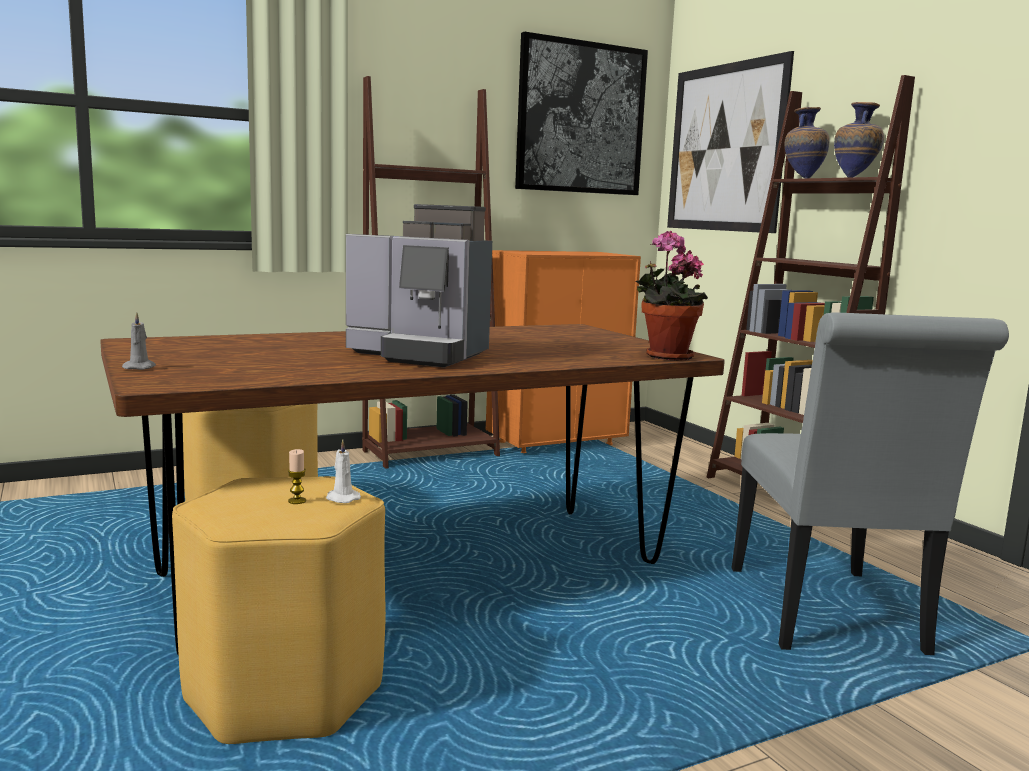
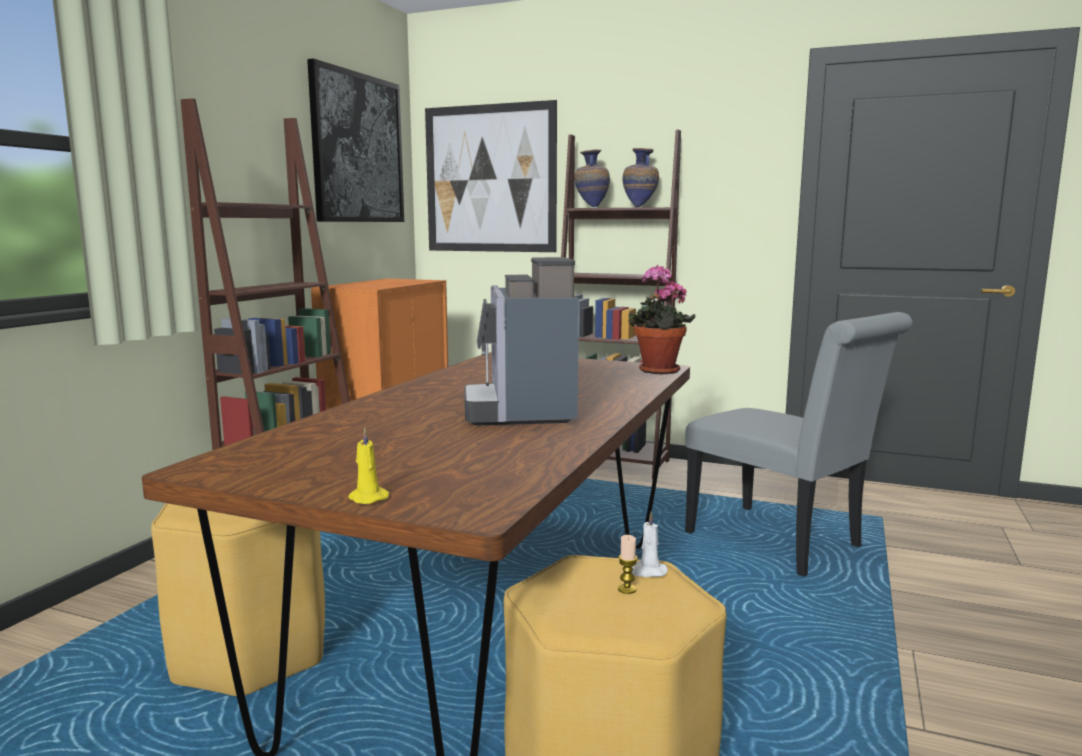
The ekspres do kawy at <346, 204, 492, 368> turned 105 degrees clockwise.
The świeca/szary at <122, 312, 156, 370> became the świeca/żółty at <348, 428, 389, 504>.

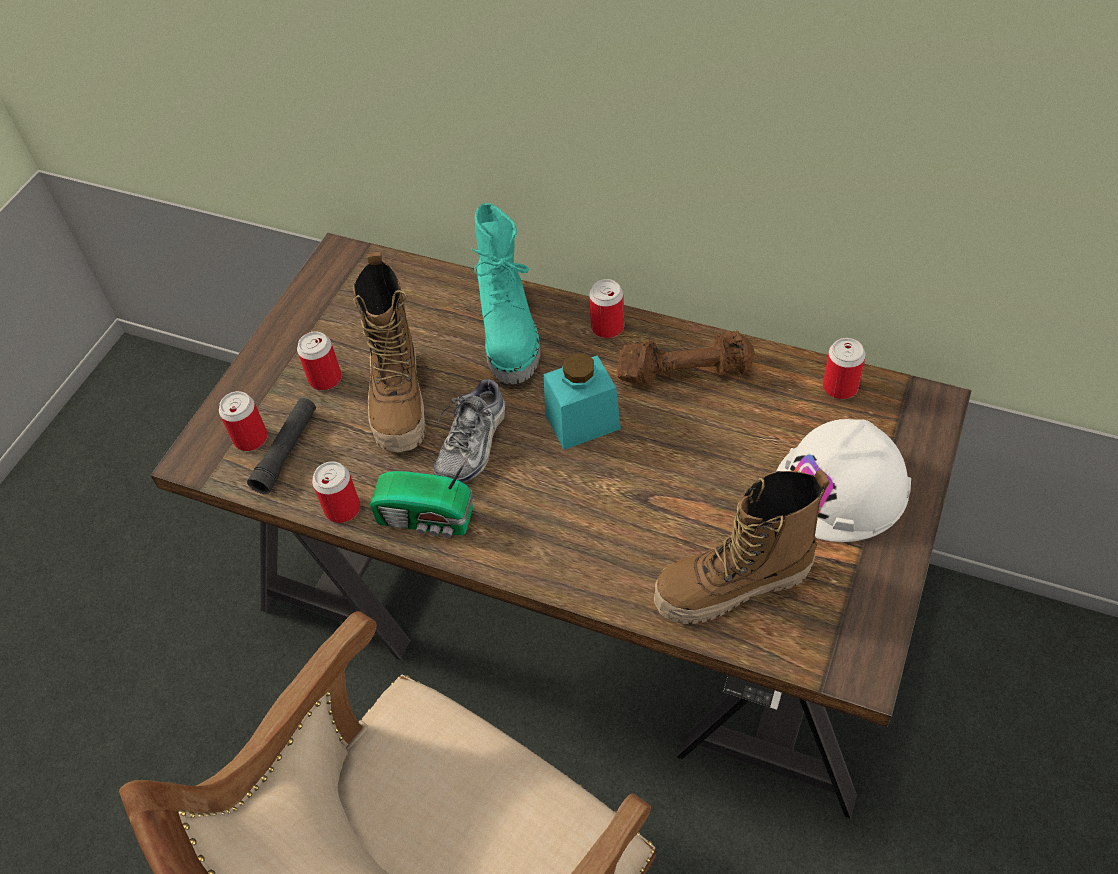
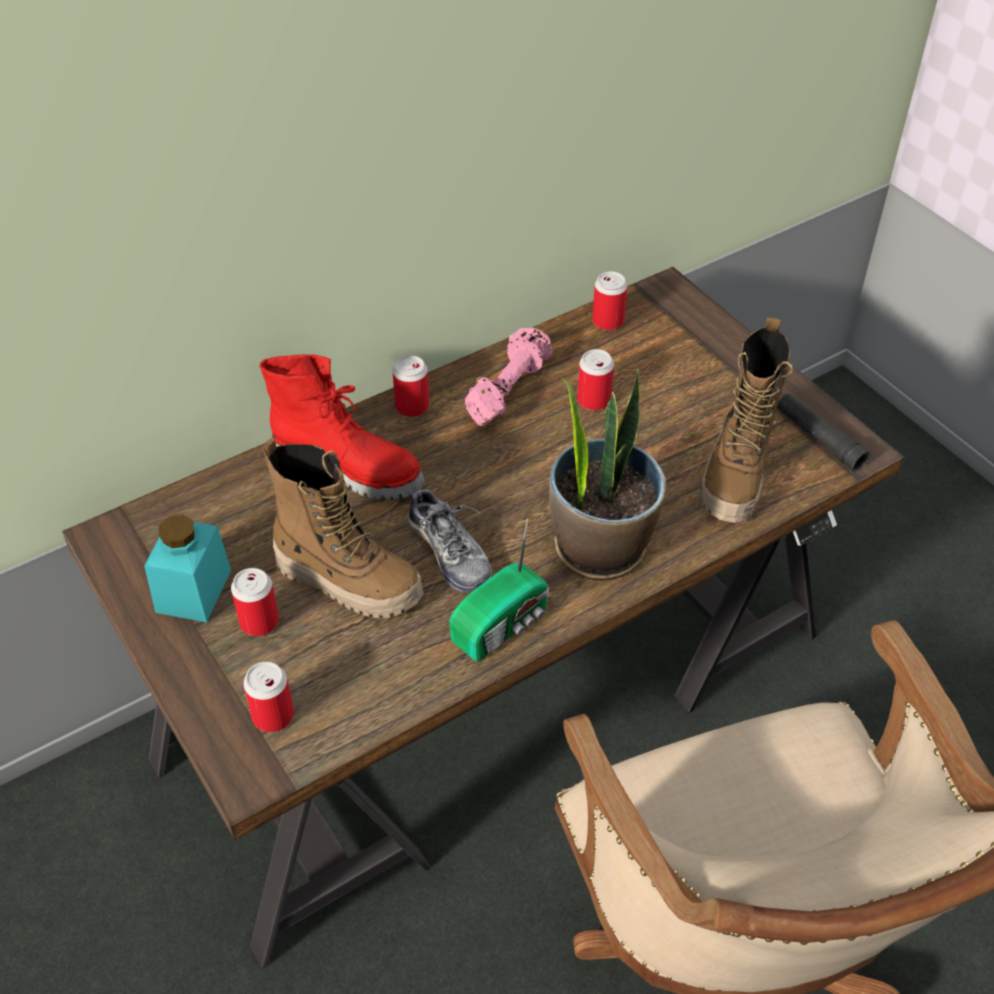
The but z cholewką/turkusowy at <471, 203, 540, 384> became the but z cholewką/czerwony at <259, 354, 424, 500>.
The hantel/brązowy at <617, 331, 755, 383> became the hantel/różowy at <465, 328, 552, 426>.
The słoik/turkusowy moved from <544, 353, 621, 450> to <144, 515, 231, 622>.
The latarka/czarny moved from <247, 398, 316, 494> to <777, 394, 870, 472>.
The kask/biały at <777, 419, 911, 542> disappeared.
The puszka moved from <312, 461, 360, 523> to <577, 349, 614, 411>.
The roślina doniczkowa at <549, 369, 666, 581> appeared.

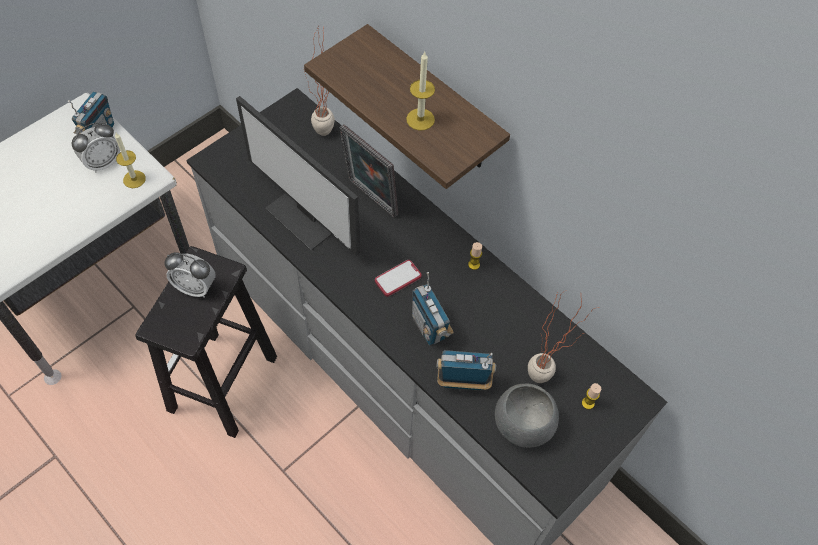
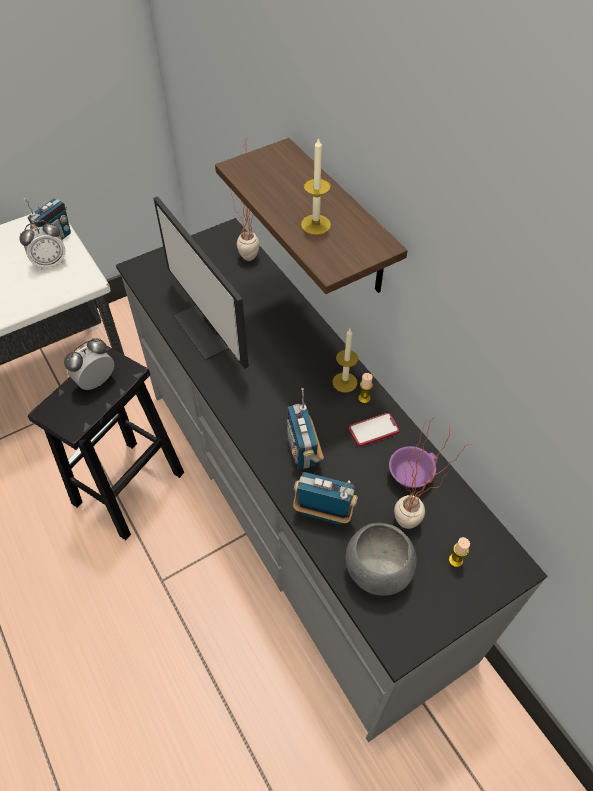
The ramka na zdjęcie at <340, 124, 398, 218> disappeared.
The świeca moved from <115, 133, 146, 188> to <333, 329, 358, 392>.
The budzik at <164, 252, 216, 298> turned 105 degrees clockwise.
The telefon moved from <375, 260, 421, 297> to <349, 413, 399, 447>.
The filiżanka/fioletowy at <389, 446, 438, 488> appeared.

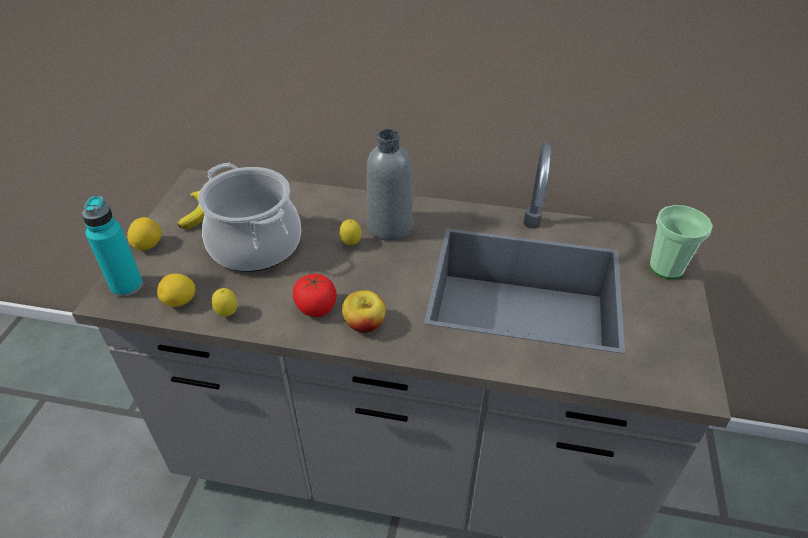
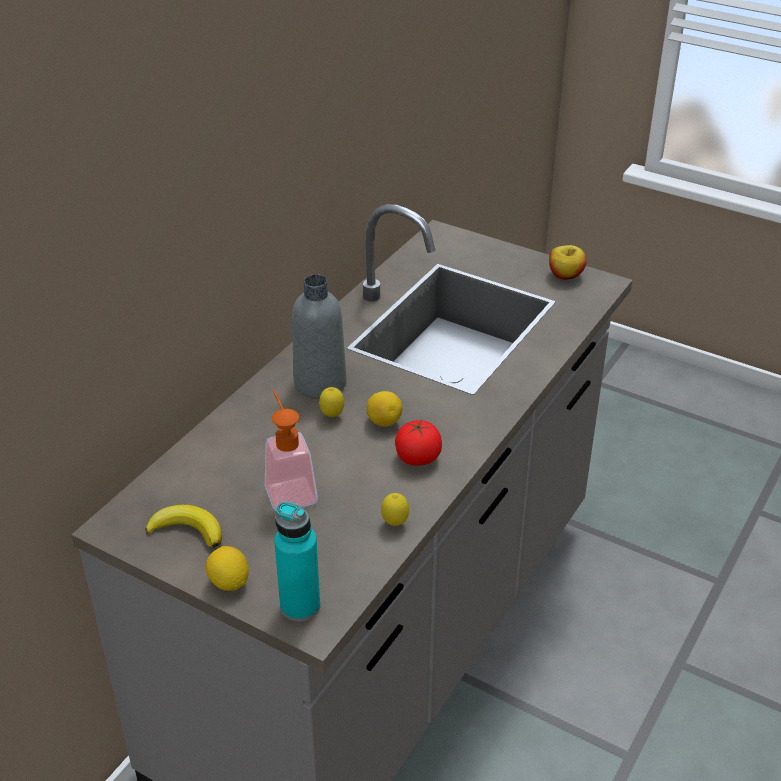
The garnek at <198, 163, 301, 272> was replaced by the dozownik mydła at <265, 391, 318, 511>.
The filiżanka at <649, 205, 713, 279> disappeared.
The cytryna moved from <157, 273, 195, 307> to <366, 391, 402, 427>.
The jabłko moved from <342, 290, 386, 333> to <549, 245, 587, 280>.

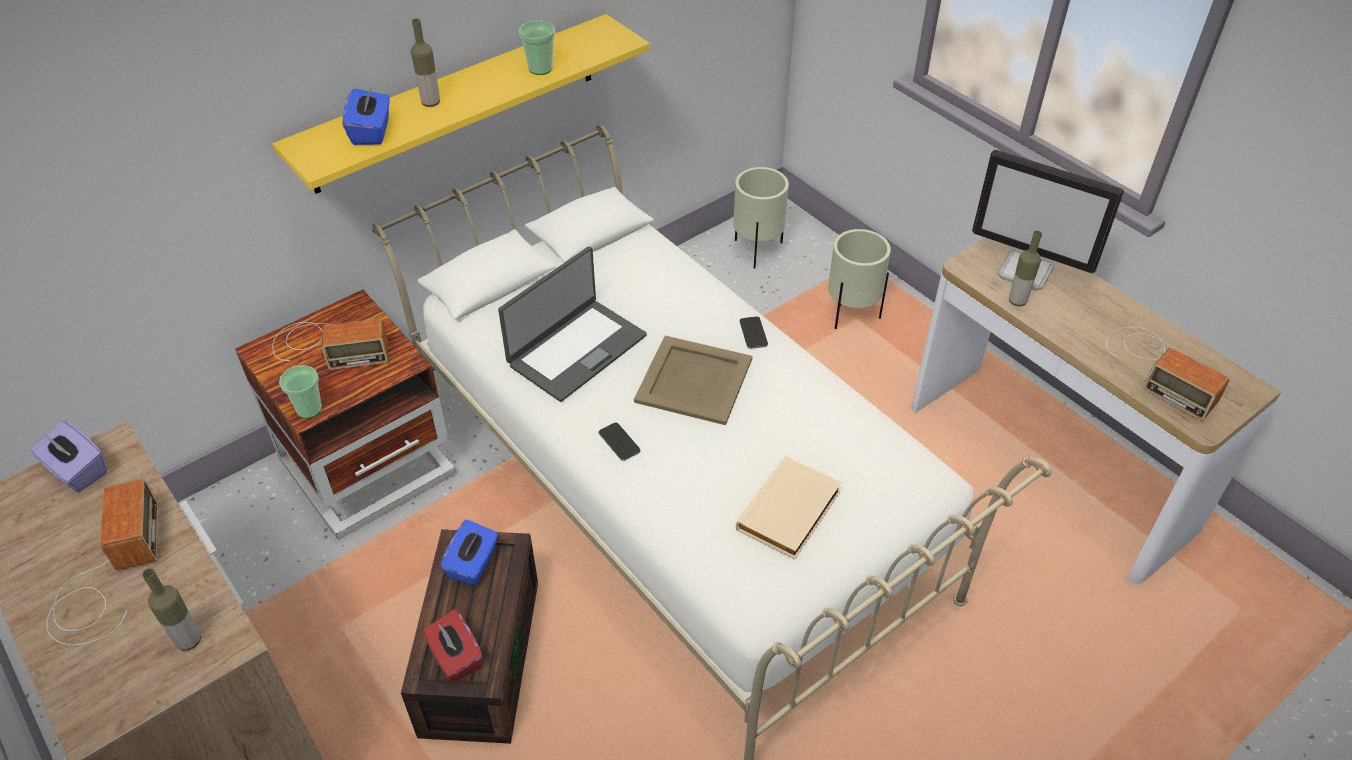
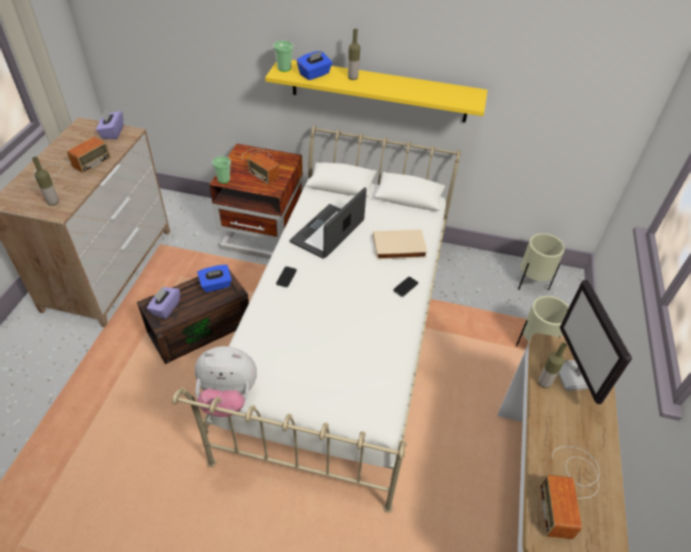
The filiżanka moved from <519, 21, 555, 75> to <273, 41, 294, 72>.
The laptop at <498, 246, 647, 402> turned 120 degrees clockwise.
The taca/beżowy at <634, 336, 752, 425> disappeared.
The książka/beżowy moved from <736, 456, 842, 560> to <373, 229, 428, 260>.
The pudełko chusteczek/czerwony at <423, 609, 483, 682> became the pudełko chusteczek/fioletowy at <147, 286, 180, 319>.
The pluszak at <195, 346, 257, 417> appeared.

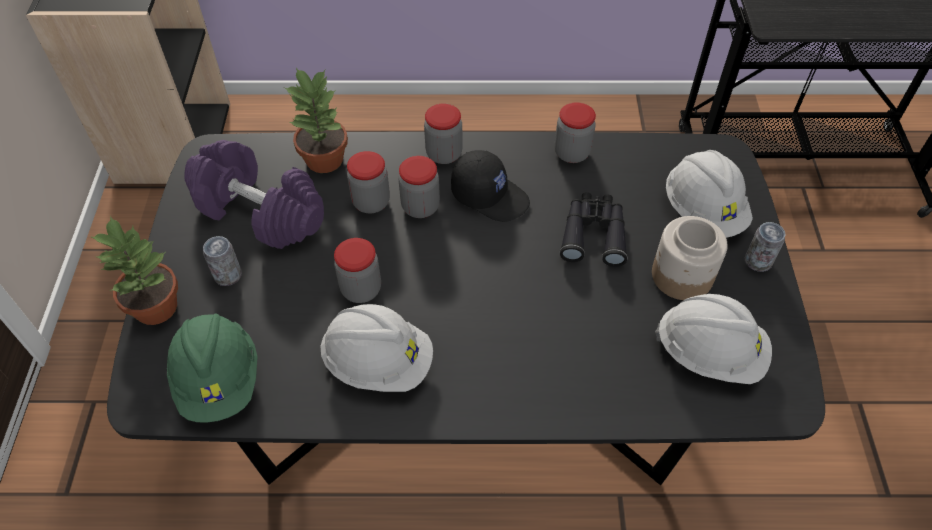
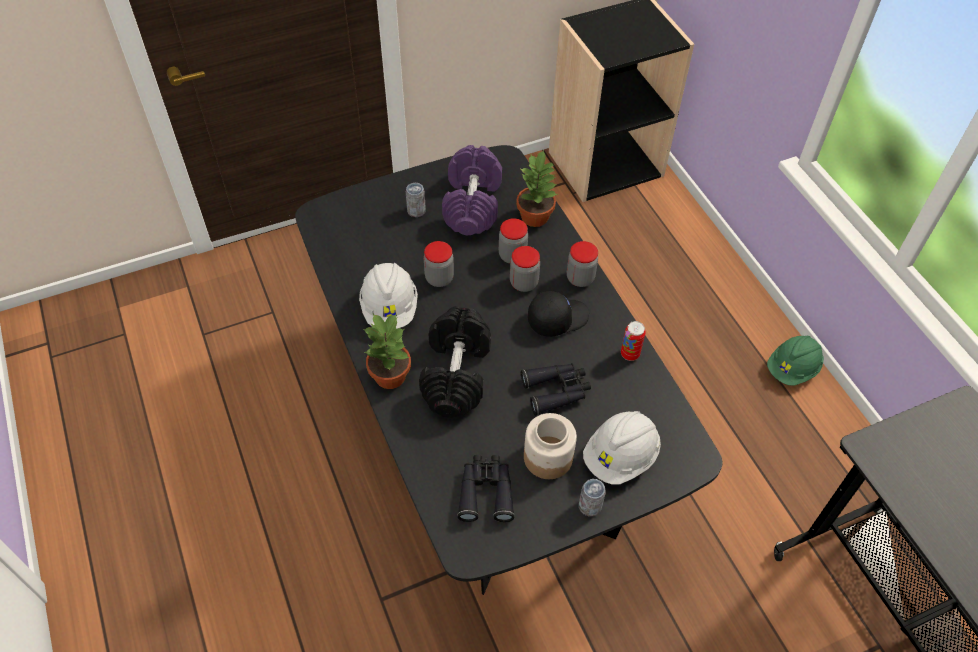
The słoik at <555, 102, 596, 163> was replaced by the puszka at <621, 321, 646, 361>.
The czapka z daszkiem/czarny at <451, 150, 530, 222> turned 120 degrees counterclockwise.
The roślina doniczkowa moved from <90, 216, 178, 325> to <363, 313, 411, 389>.
The kask/biały at <655, 294, 772, 384> was replaced by the lornetka/czarny at <457, 455, 515, 522>.
The kask/zielony moved from <167, 313, 258, 423> to <767, 336, 824, 386>.
The hantel/czarny at <419, 306, 491, 418> appeared.

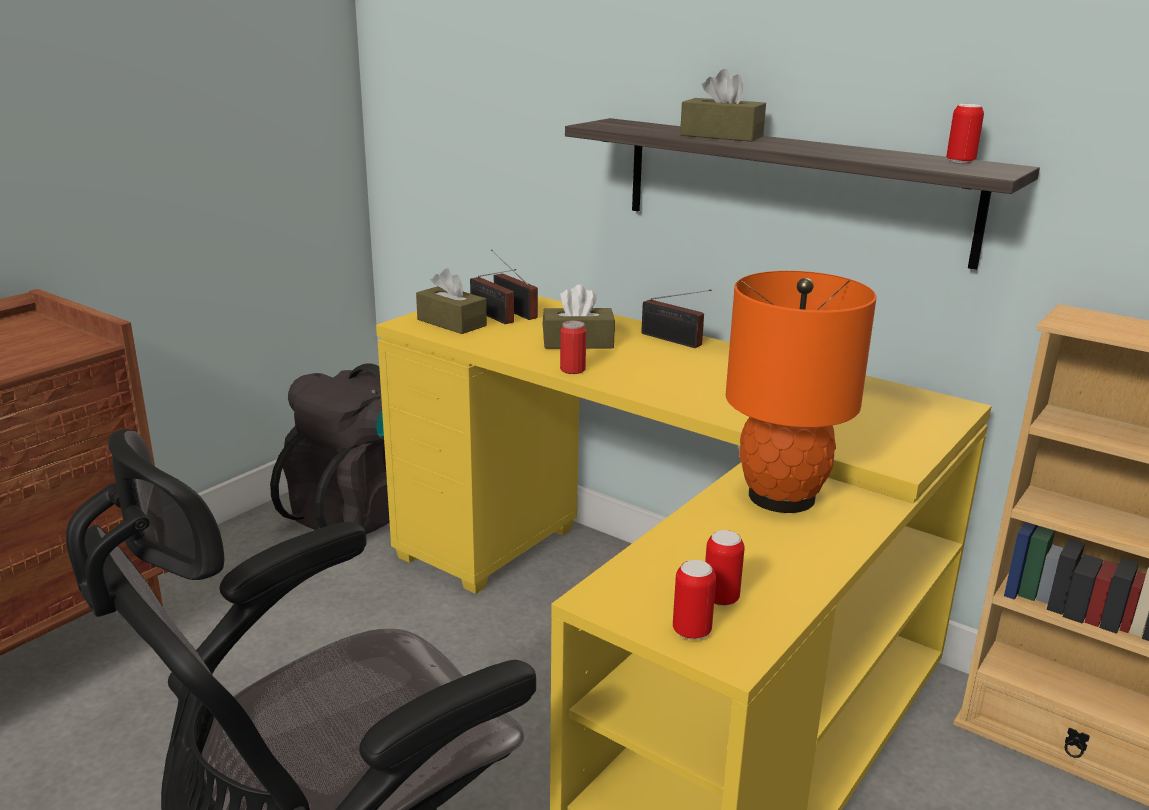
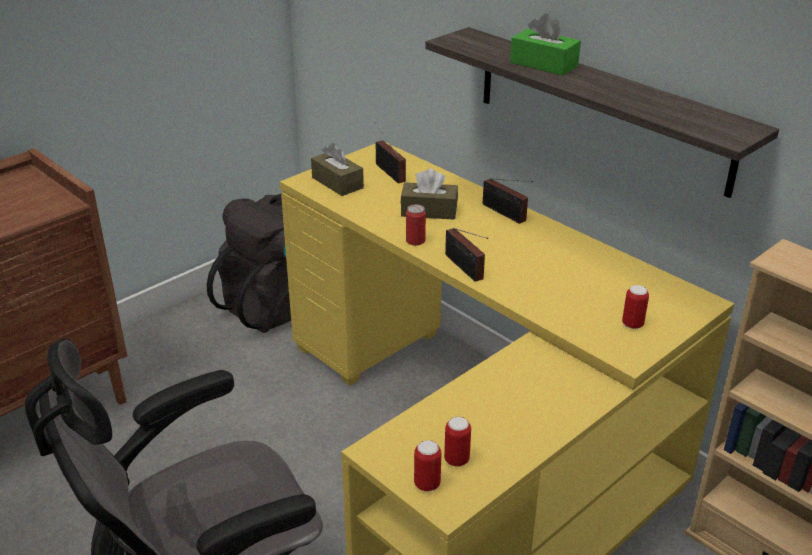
The pudełko chusteczek/brązowy at <680, 69, 766, 142> became the pudełko chusteczek/zielony at <510, 14, 581, 75>.
The puszka moved from <946, 104, 984, 164> to <622, 285, 649, 329>.
The radio moved from <470, 269, 516, 324> to <445, 228, 488, 282>.
The lampa stołowa/pomarańczowy at <726, 271, 877, 513> disappeared.

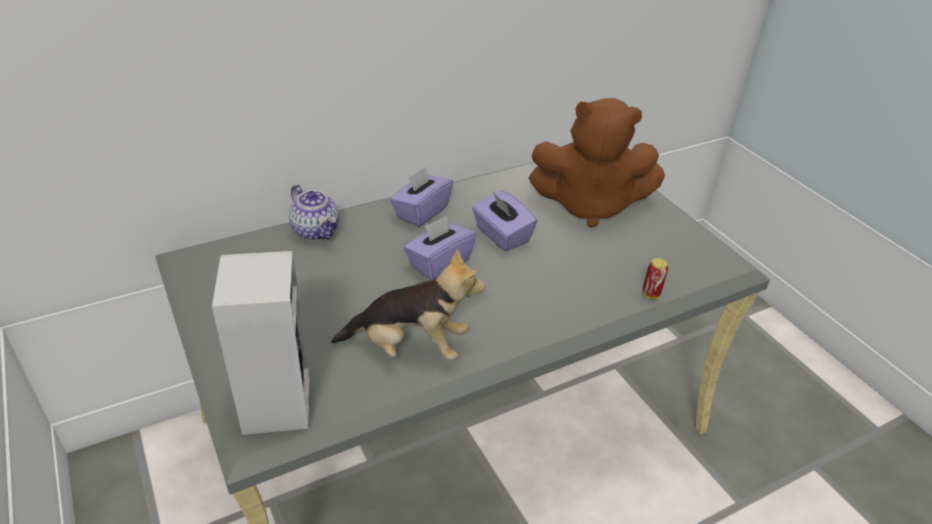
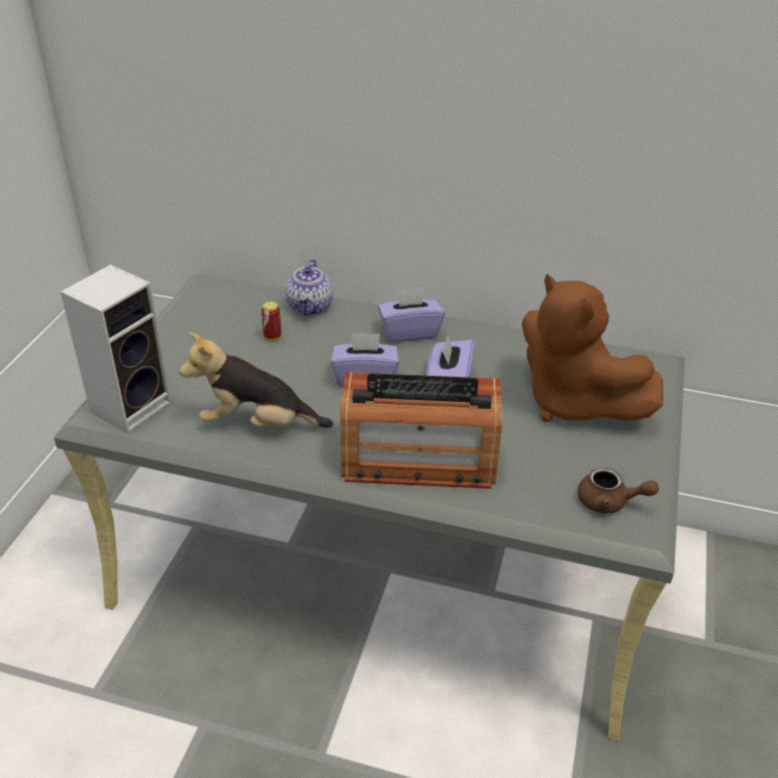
The pluszak at <331, 248, 485, 360> turned 135 degrees clockwise.
The puszka moved from <642, 258, 668, 299> to <261, 302, 281, 341>.
The radio at <340, 372, 502, 489> appeared.
The imbryk/brązowy at <578, 467, 659, 514> appeared.

